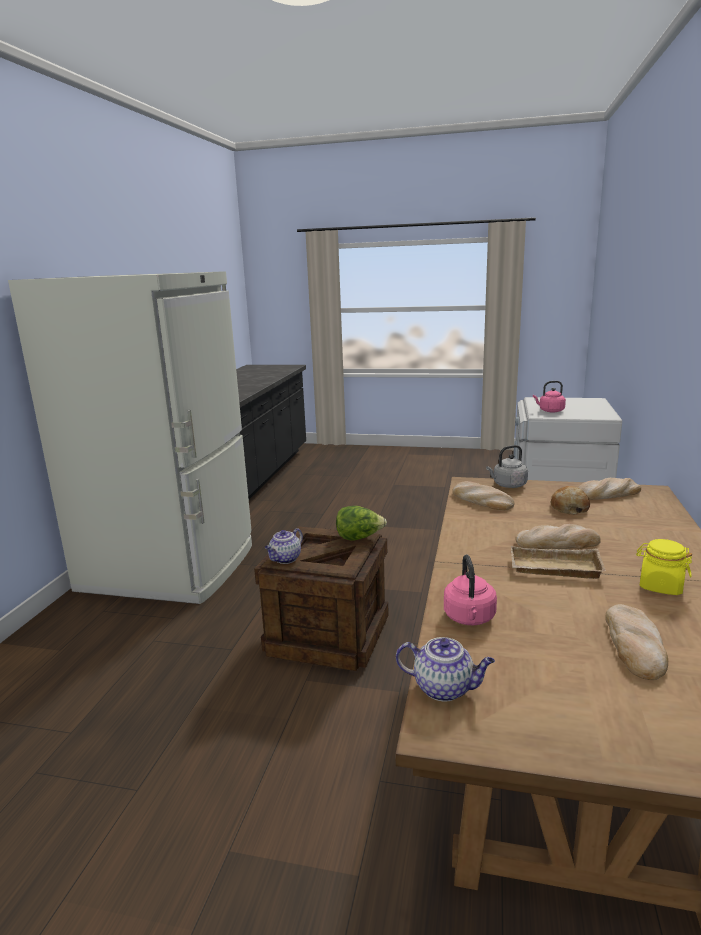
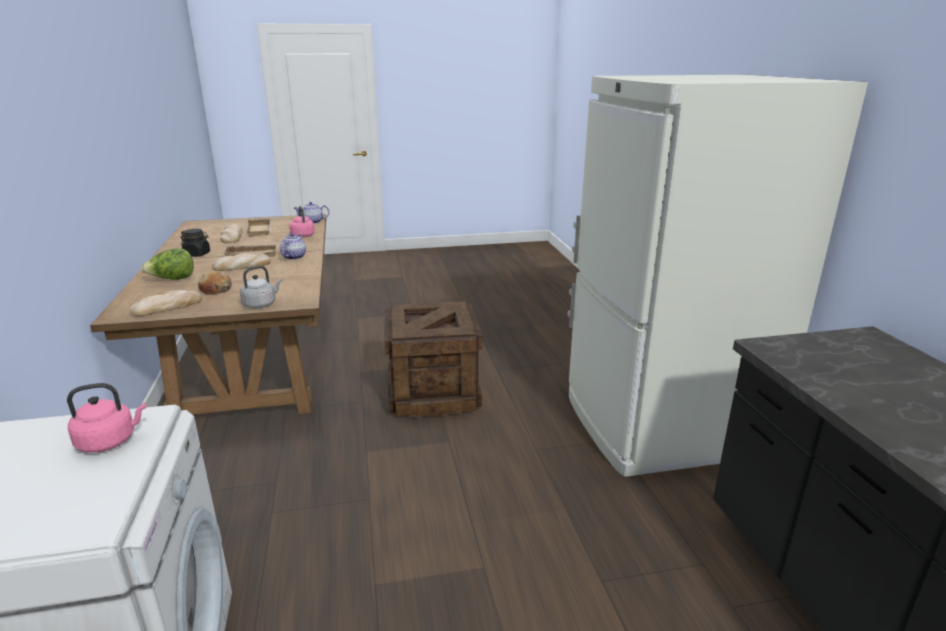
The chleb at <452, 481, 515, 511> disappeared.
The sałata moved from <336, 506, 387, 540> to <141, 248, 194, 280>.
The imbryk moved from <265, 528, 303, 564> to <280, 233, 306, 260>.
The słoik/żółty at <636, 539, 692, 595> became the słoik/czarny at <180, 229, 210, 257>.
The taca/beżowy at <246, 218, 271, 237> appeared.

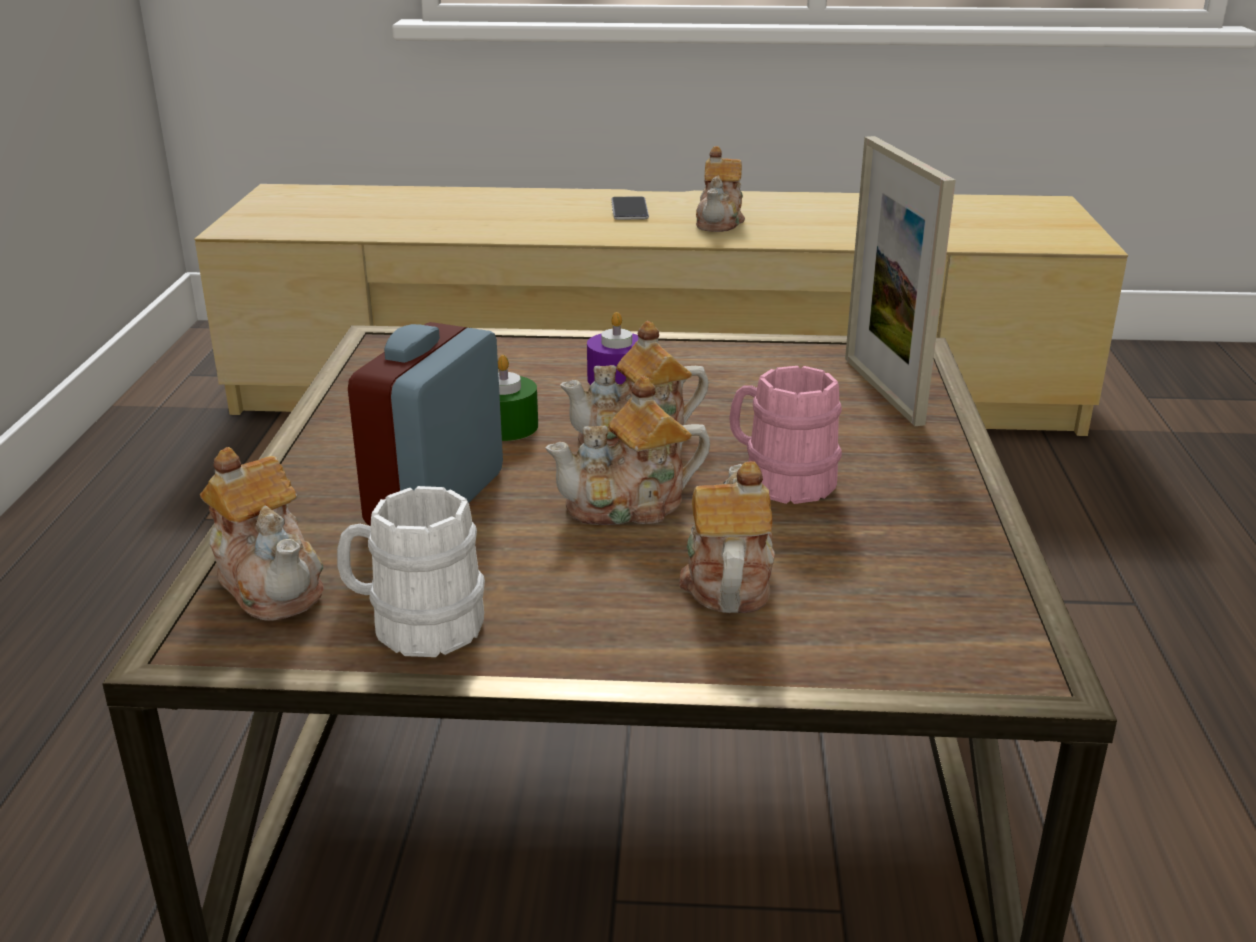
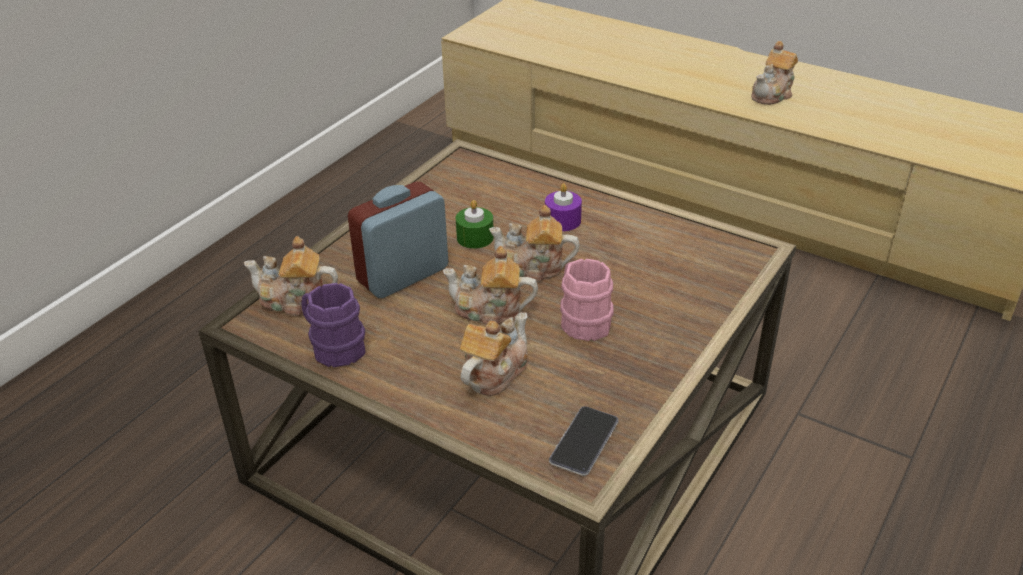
The ramka na zdjęcie at <845, 136, 956, 426> disappeared.
The telefon moved from <611, 196, 649, 220> to <549, 406, 619, 476>.
The imbryk at <200, 447, 323, 621> turned 105 degrees clockwise.
The kubek/biały at <337, 486, 485, 657> became the kubek/fioletowy at <301, 283, 366, 367>.

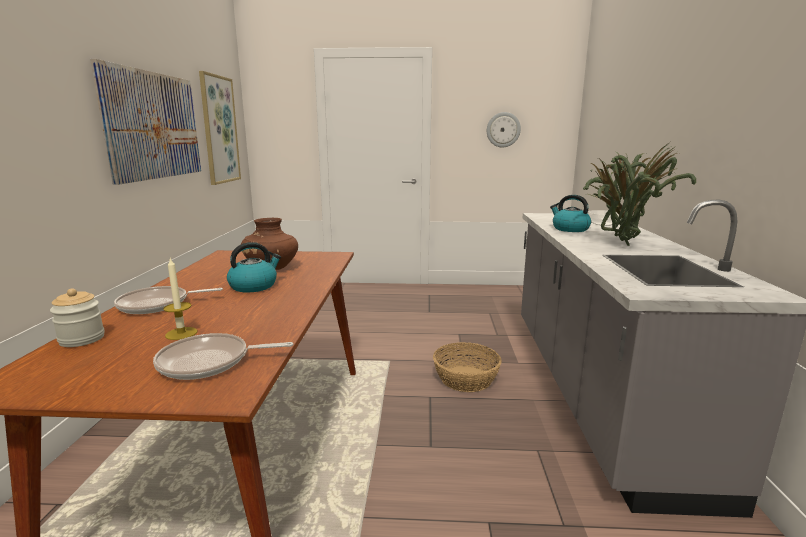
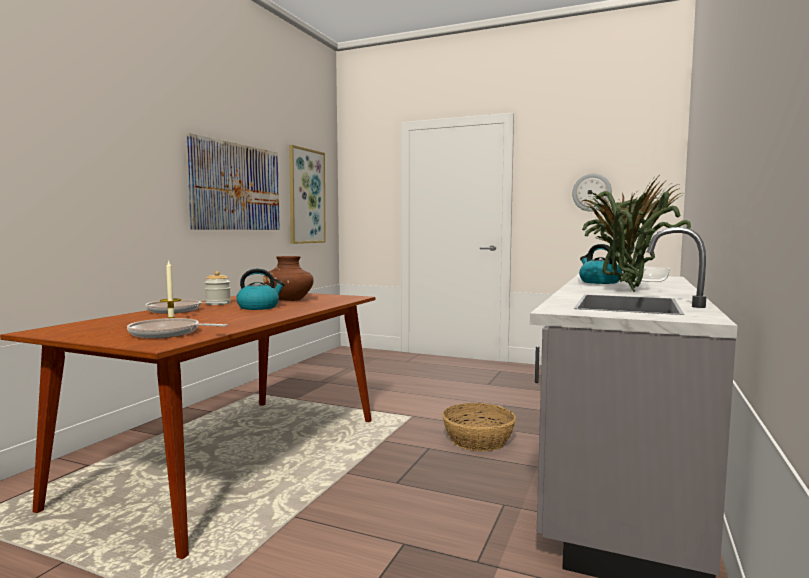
The słoik moved from <50, 288, 105, 347> to <205, 271, 231, 305>.

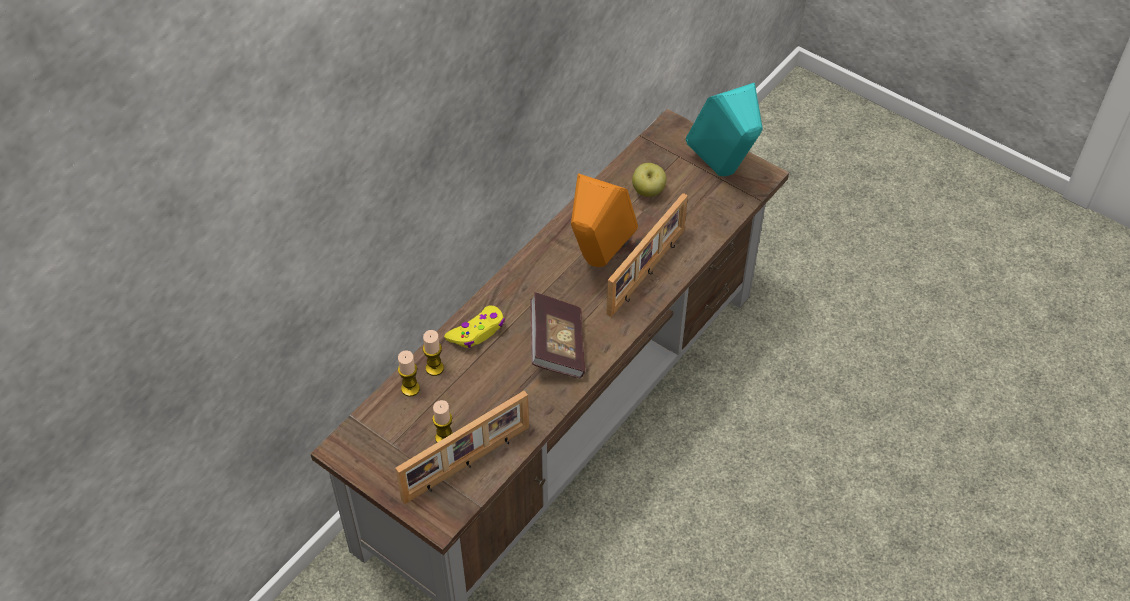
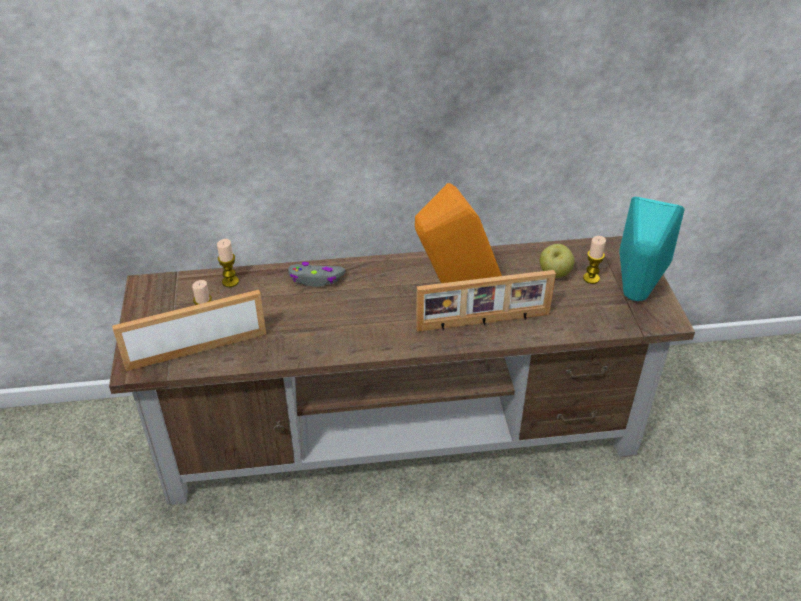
The książka at <530, 292, 585, 378> disappeared.
The pad do gier/żółty at <444, 306, 505, 348> became the pad do gier/szary at <288, 262, 345, 287>.
The świeca moved from <423, 330, 444, 376> to <583, 236, 606, 284>.
The ramka na zdjęcie at <395, 391, 529, 504> turned 150 degrees clockwise.

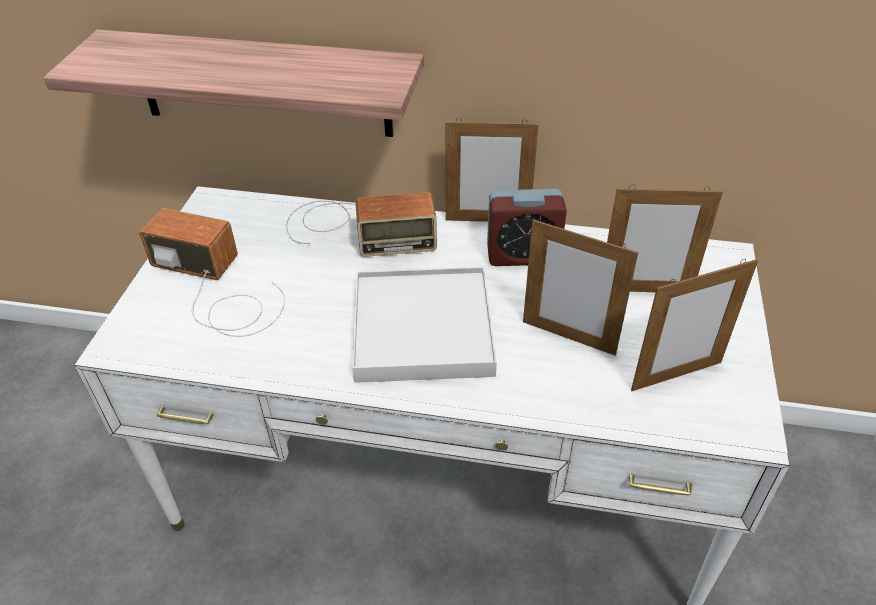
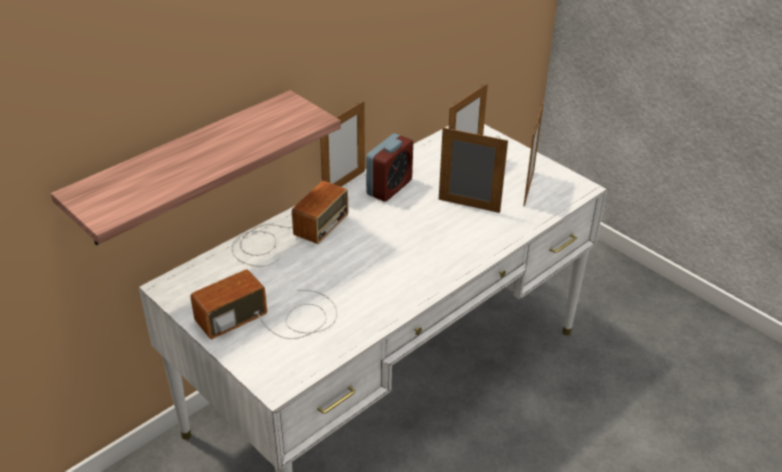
The ramka na zdjęcie at <523, 220, 638, 356> turned 135 degrees counterclockwise.
The taca/biały at <352, 267, 497, 383> disappeared.

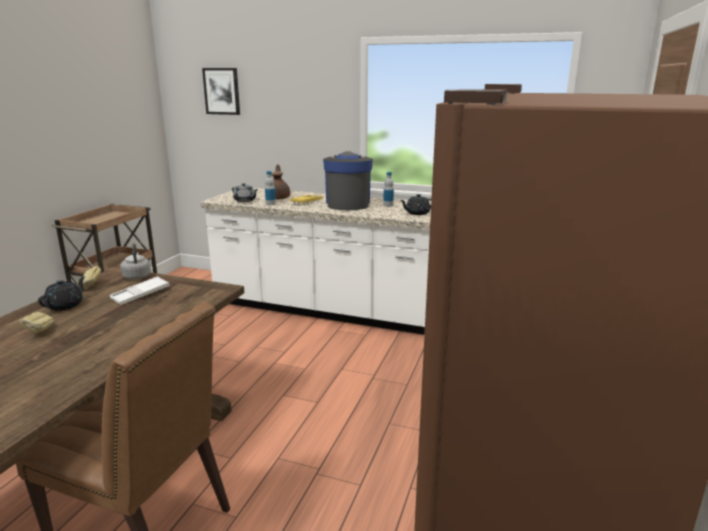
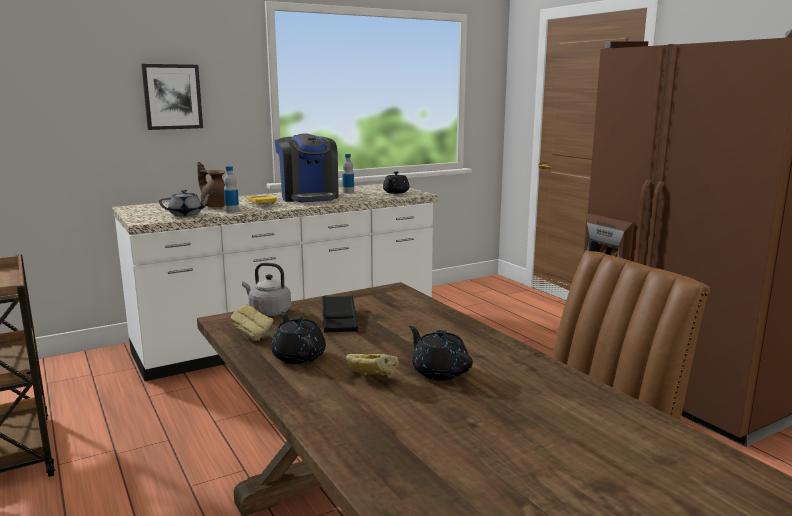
The obraz moved from <202, 68, 240, 115> to <141, 64, 203, 130>.
The ekspres do kawy at <323, 152, 373, 210> turned 150 degrees counterclockwise.
The taca/biały at <110, 276, 169, 305> became the taca/czarny at <322, 295, 358, 333>.
The imbryk/czarny at <409, 326, 473, 381> appeared.

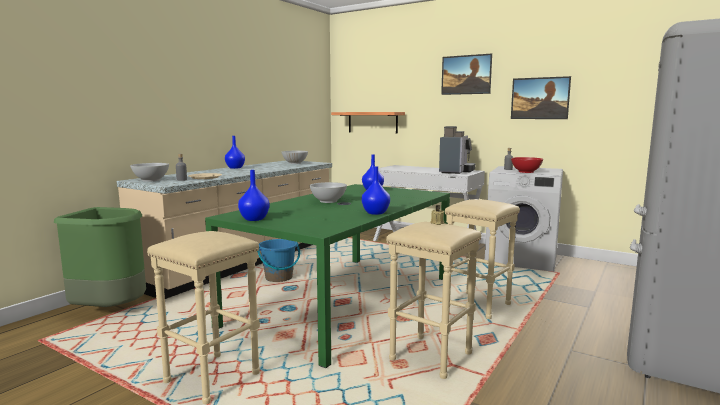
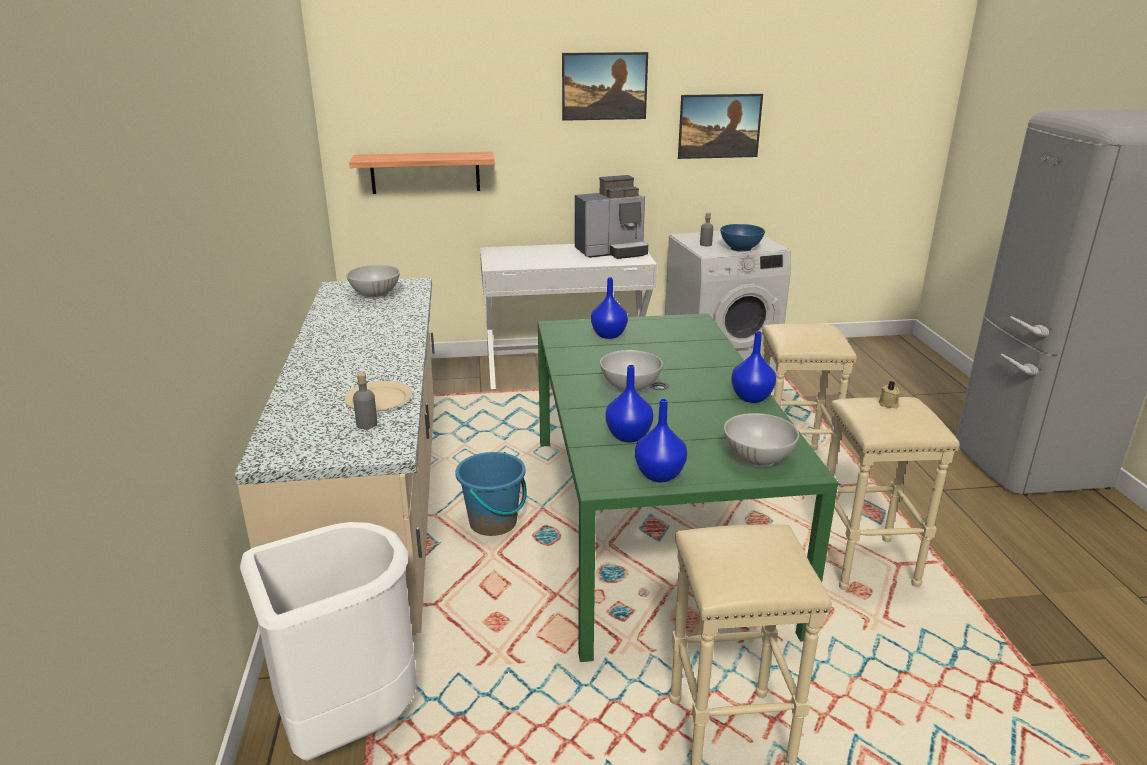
The ekspres do kawy at <439, 126, 475, 174> turned 90 degrees clockwise.
The wazon/niebieski moved from <225, 136, 245, 169> to <605, 365, 654, 442>.
The miska/czerwony at <511, 157, 543, 173> became the miska/niebieski at <720, 224, 765, 252>.
The miska/biały moved from <130, 163, 169, 182> to <724, 413, 799, 468>.
The kosz na śmieci/zielony at <54, 207, 146, 307> became the kosz na śmieci/biały at <240, 522, 417, 761>.

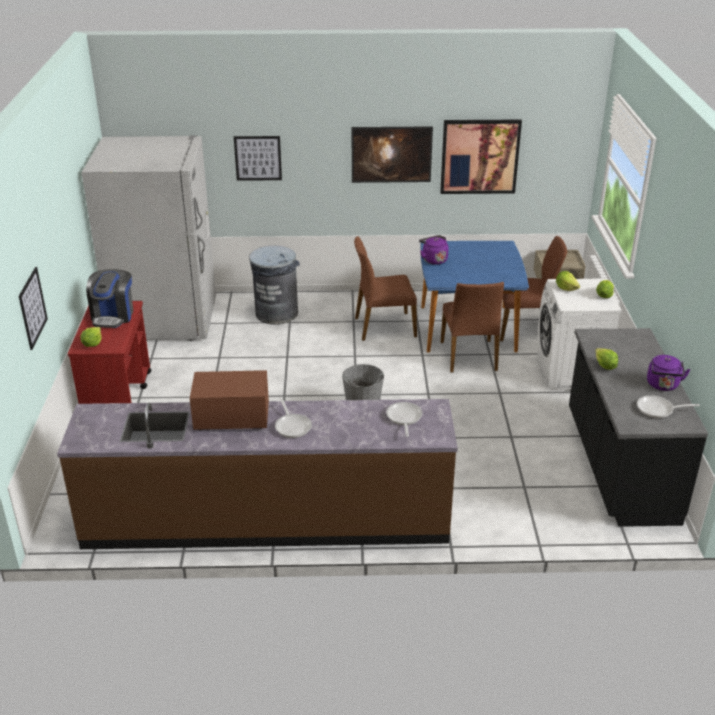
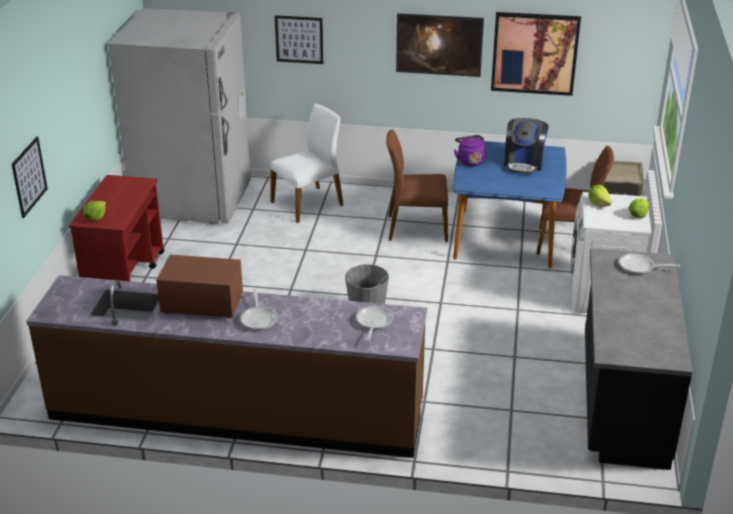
The kosz na śmieci/szary at <249, 246, 300, 325> was replaced by the krzesło/biały at <270, 104, 343, 223>.
The ekspres do kawy moved from <86, 269, 133, 328> to <504, 118, 549, 174>.
The krzesło/brązowy at <441, 282, 504, 372> disappeared.
The sałata at <595, 348, 618, 370> disappeared.
The czajnik/fioletowy at <647, 355, 690, 391> disappeared.
The patelnia moved from <637, 395, 700, 418> to <619, 253, 680, 274>.

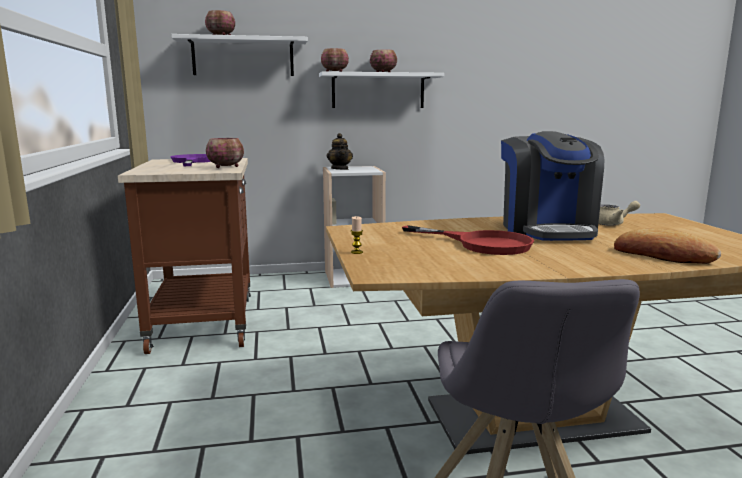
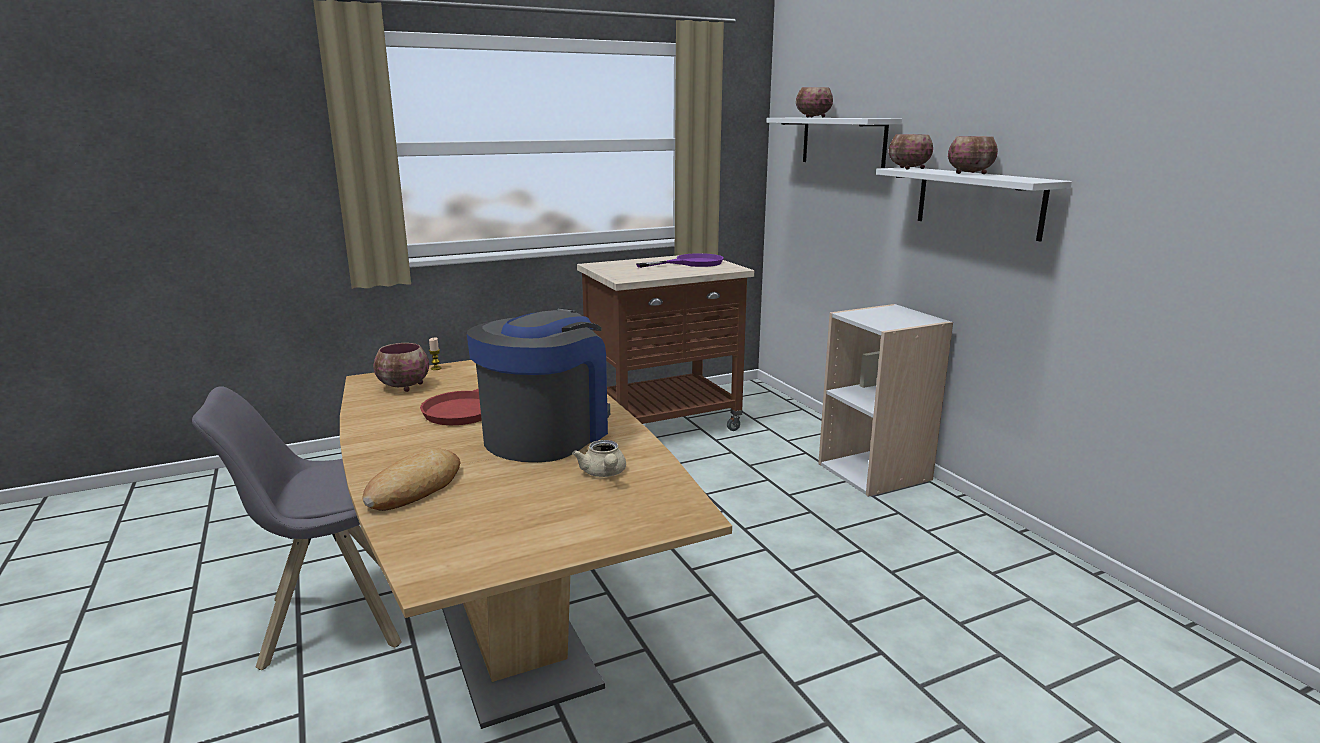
The ekspres do kawy at <501, 131, 604, 241> turned 135 degrees clockwise.
The imbryk at <327, 133, 353, 170> disappeared.
The miska moved from <206, 138, 244, 168> to <373, 343, 429, 392>.

